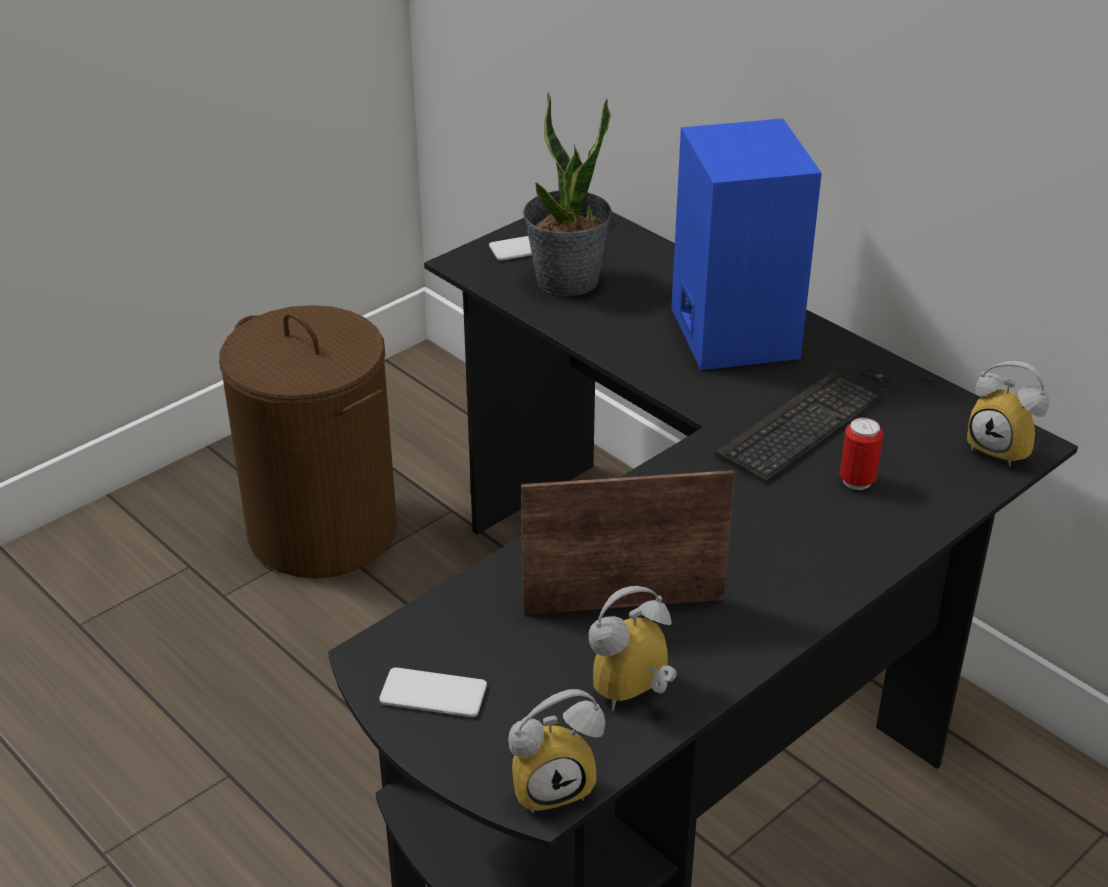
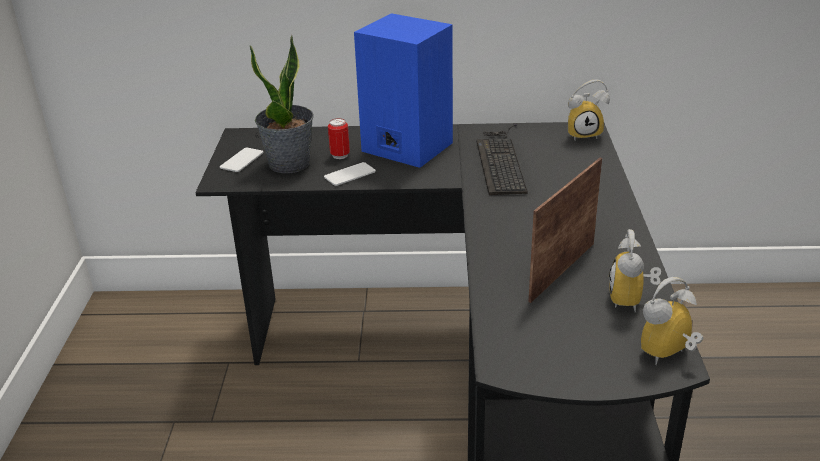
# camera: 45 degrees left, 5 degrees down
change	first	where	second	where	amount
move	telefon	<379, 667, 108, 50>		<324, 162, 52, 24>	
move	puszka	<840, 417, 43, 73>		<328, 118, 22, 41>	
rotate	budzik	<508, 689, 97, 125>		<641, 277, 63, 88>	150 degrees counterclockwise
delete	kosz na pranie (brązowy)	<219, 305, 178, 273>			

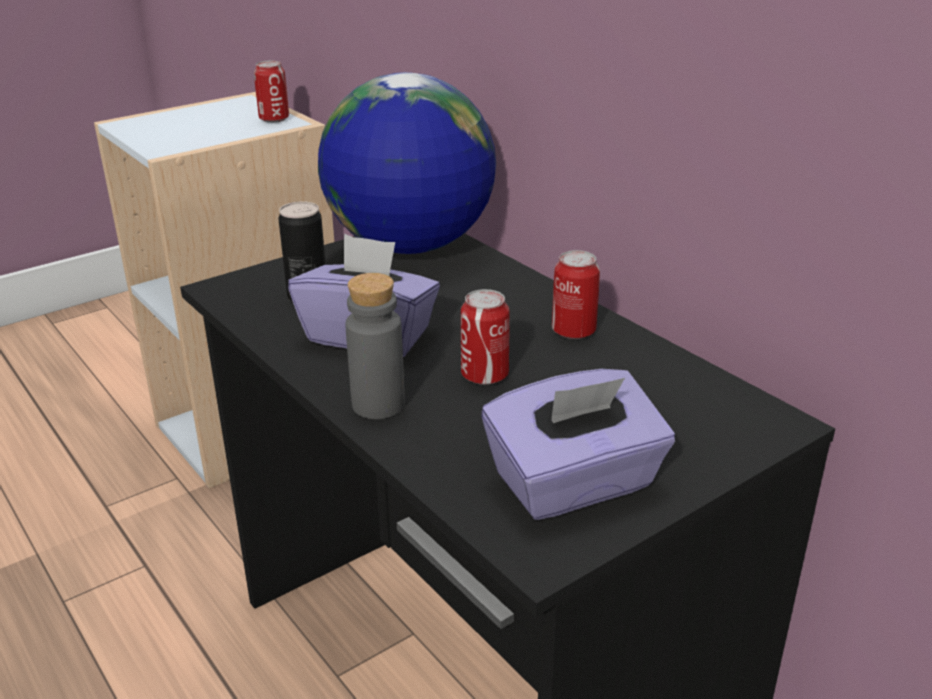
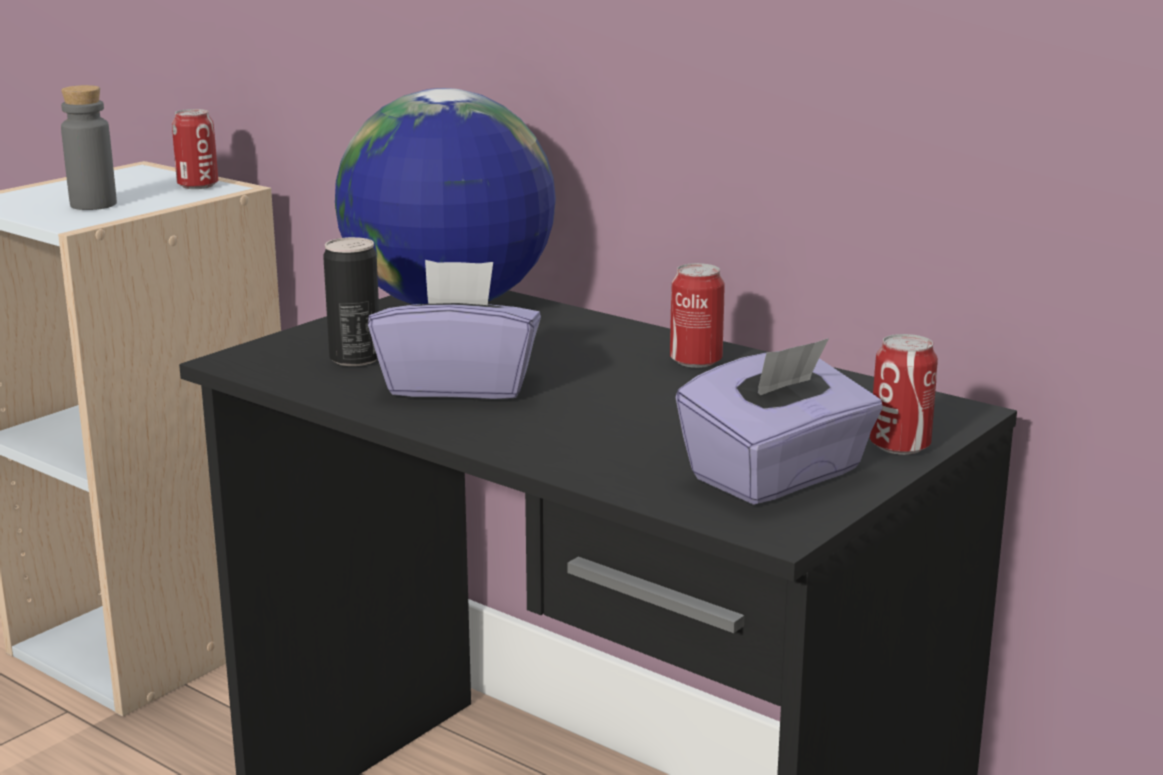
# camera: 15 degrees left, 10 degrees down
change	first	where	second	where	amount
move	butelka (szary)	<345, 273, 60, 146>		<61, 85, 56, 125>	
move	puszka	<461, 289, 49, 96>		<870, 334, 68, 121>	

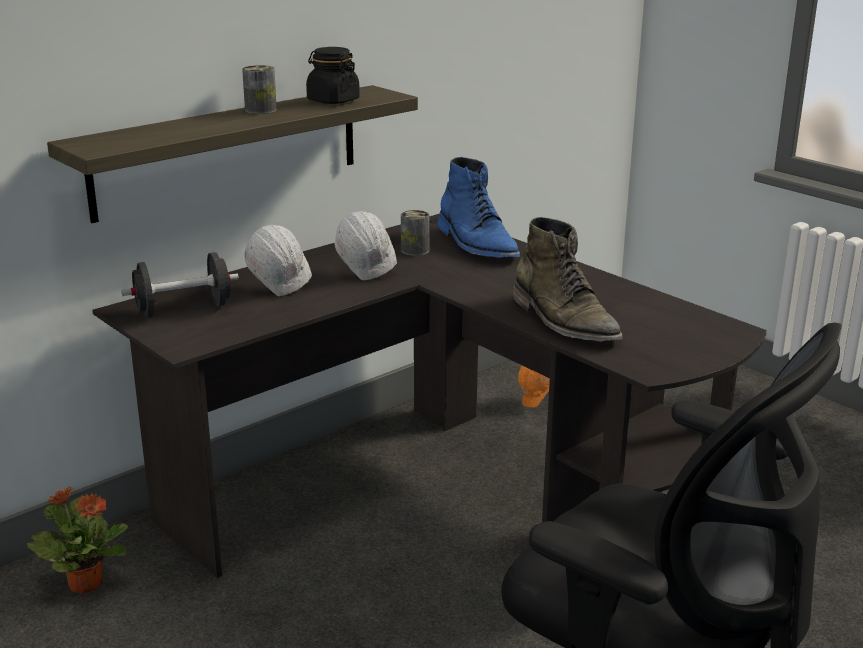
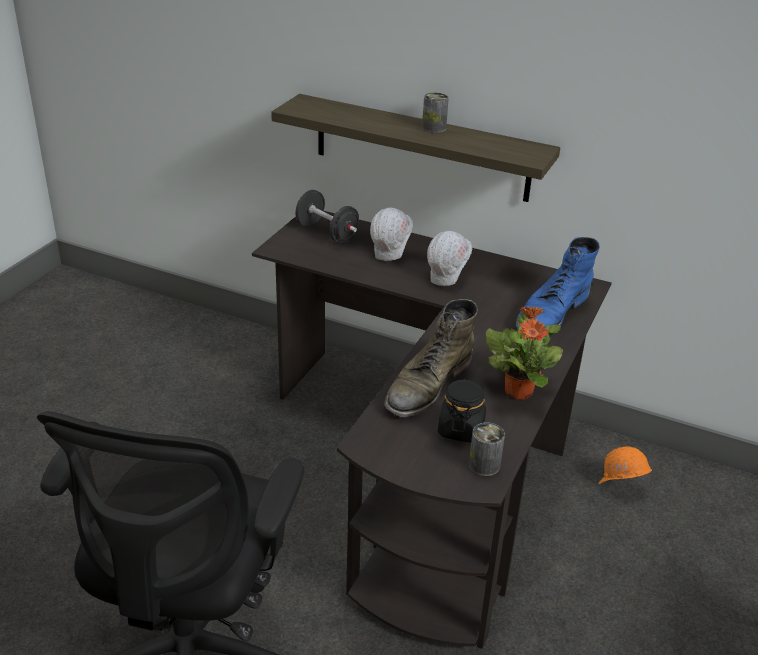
# camera: 65 degrees right, 10 degrees up
change	first	where	second	where	amount
move	słoik (czarny)	<306, 47, 54, 57>		<438, 379, 48, 64>	
move	puszka	<401, 210, 29, 46>		<469, 423, 36, 53>	
move	roślina doniczkowa	<27, 486, 101, 108>		<486, 306, 77, 94>	

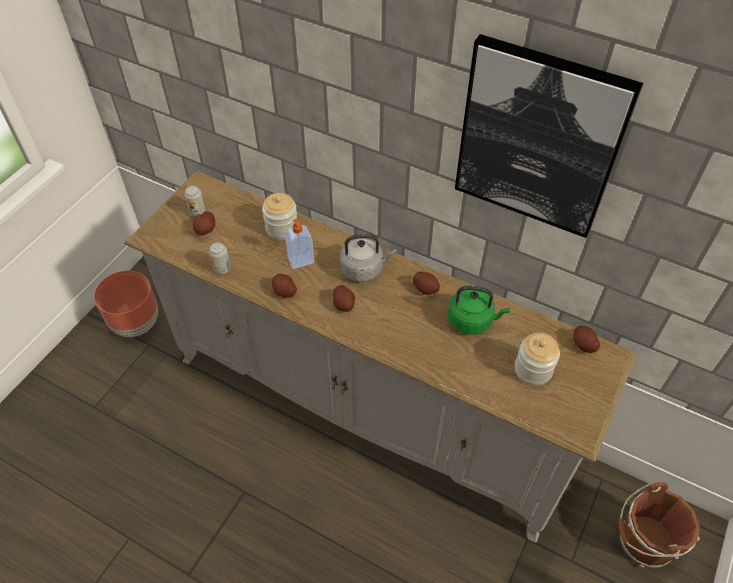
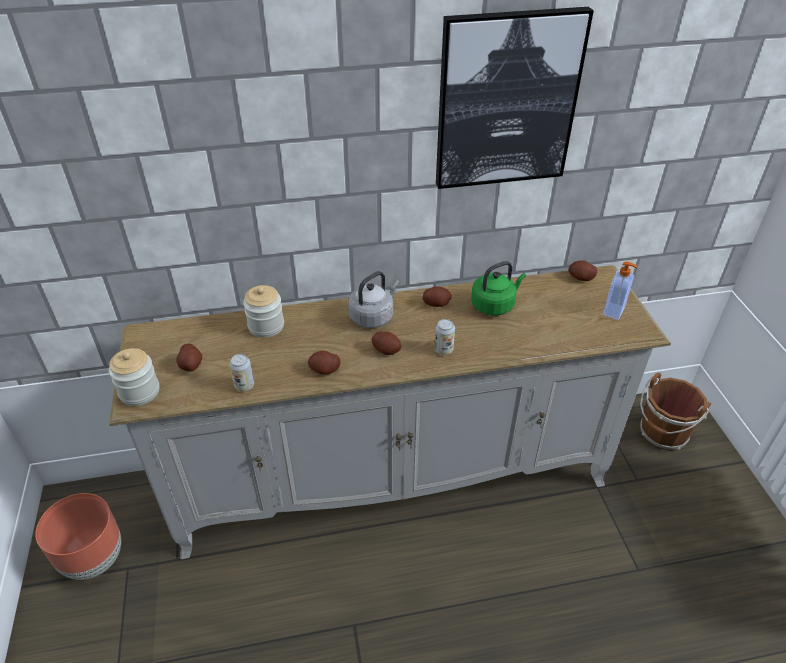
# camera: 40 degrees left, 10 degrees down
change	first	where	second	where	amount
move	słoik	<515, 333, 45, 53>		<109, 348, 50, 58>	
move	puszka	<185, 186, 21, 30>		<435, 319, 20, 36>	
move	dozownik mydła	<285, 218, 29, 51>		<603, 261, 35, 59>	

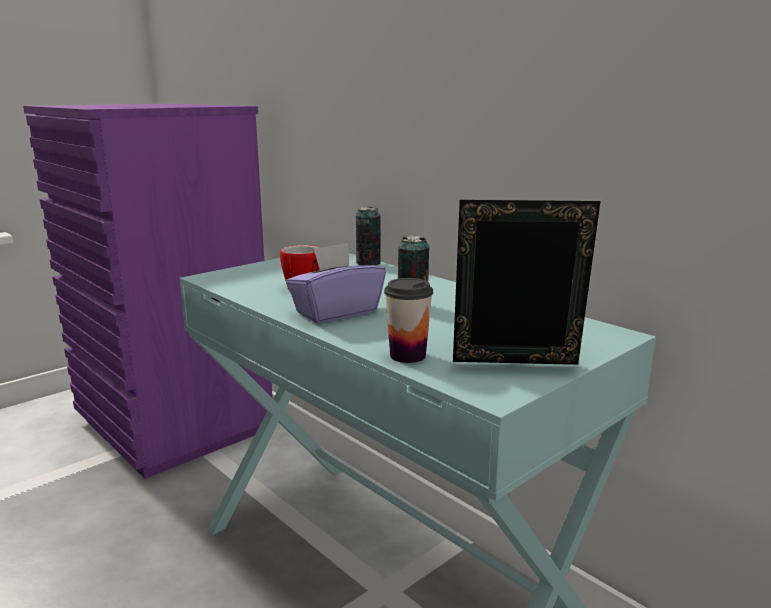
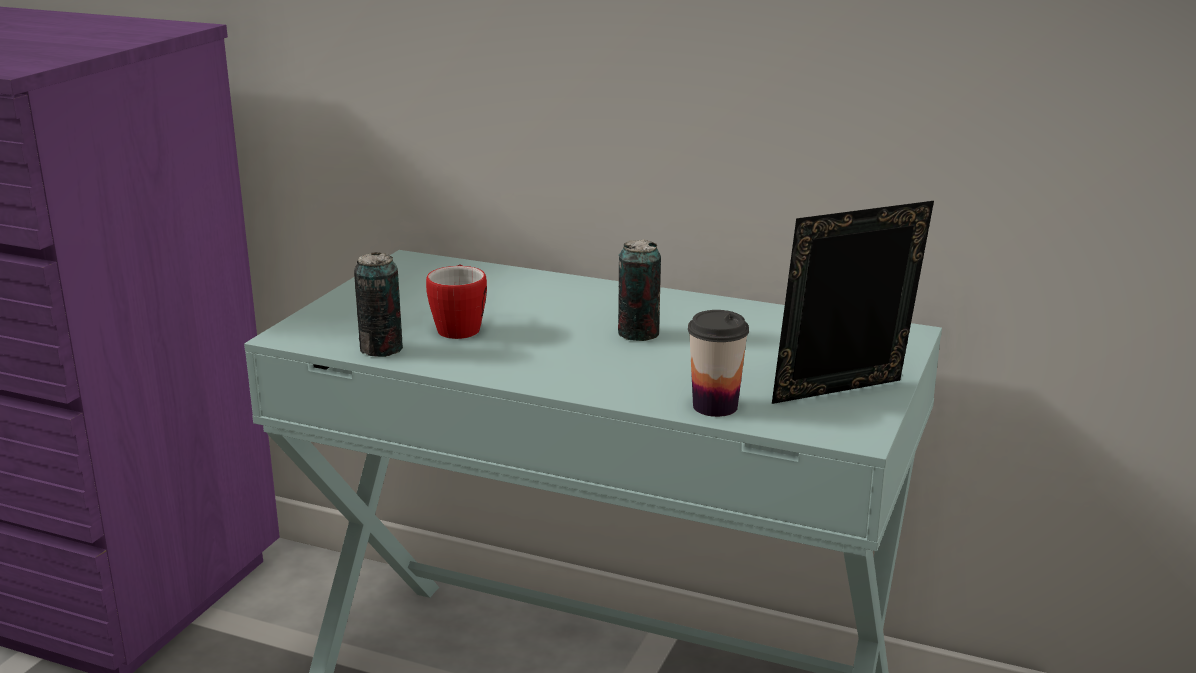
# camera: 25 degrees left, 5 degrees up
change	first	where	second	where	amount
move	puszka	<356, 207, 25, 59>		<354, 252, 49, 105>	
delete	pudełko chusteczek (fioletowy)	<286, 243, 100, 81>			

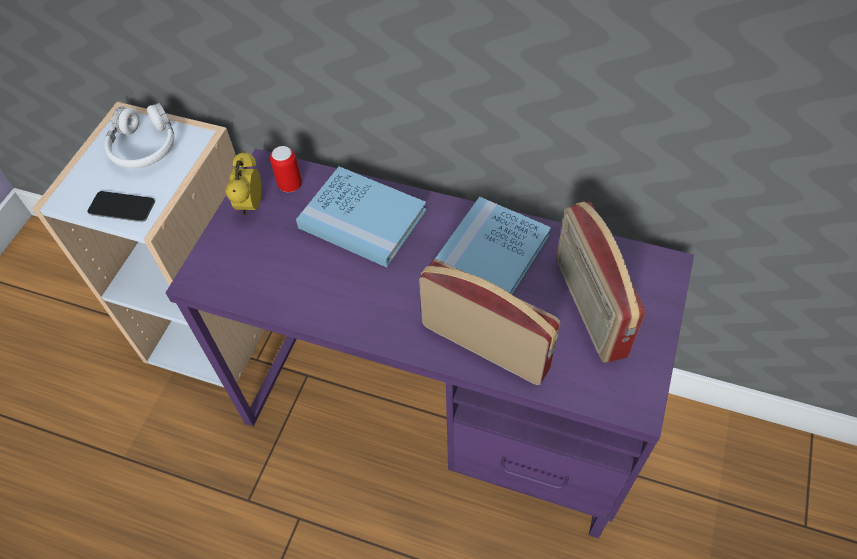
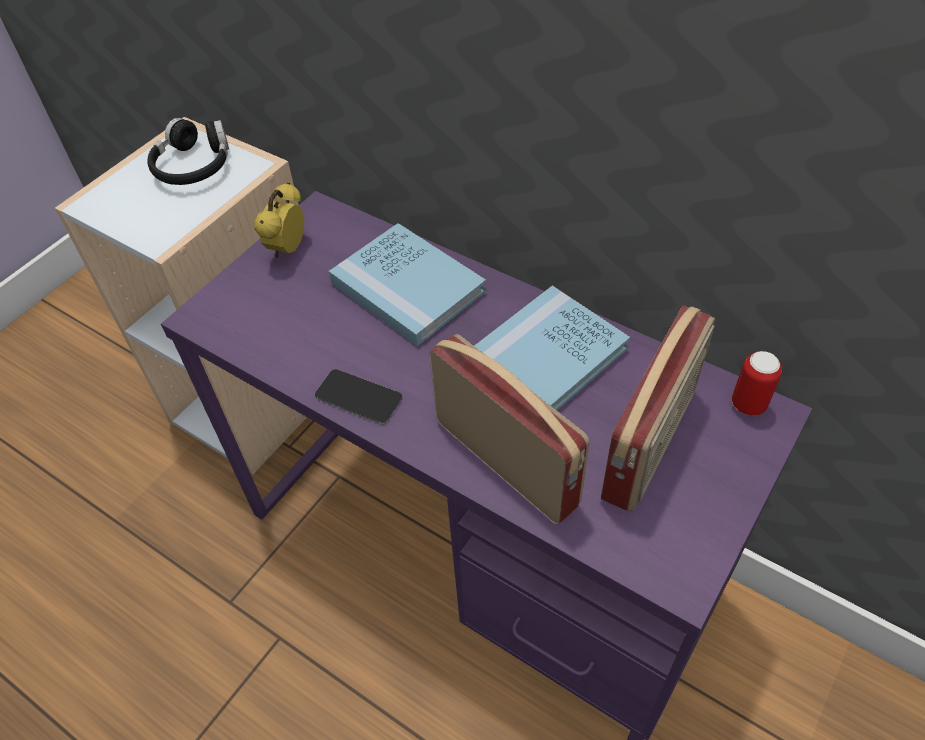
# camera: 15 degrees right, 5 degrees down
change	first	where	second	where	amount
recolor	słuchawki (biały)	<104, 103, 70, 66>	słuchawki (czarny)	<147, 118, 82, 67>	
move	telefon	<87, 191, 68, 31>		<315, 369, 88, 55>	
rotate	radio	<556, 202, 89, 161>		<601, 305, 114, 207>	150 degrees counterclockwise
move	puszka	<270, 146, 32, 46>		<732, 351, 50, 65>	

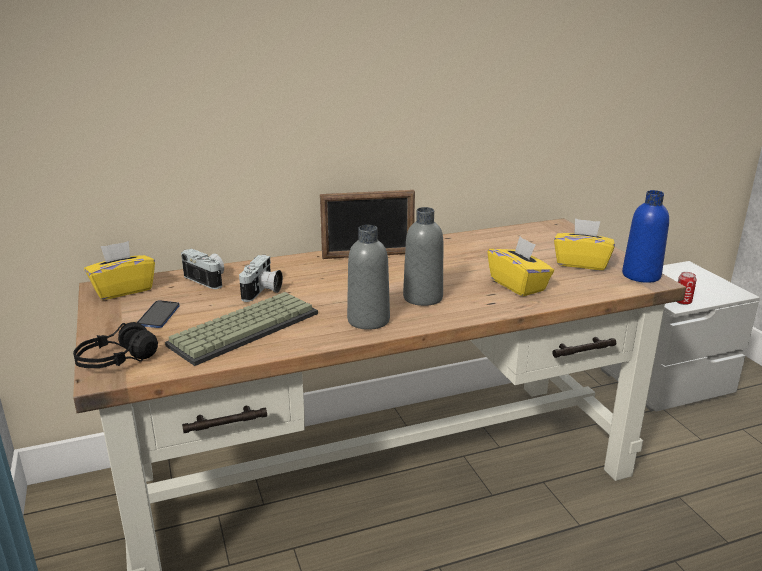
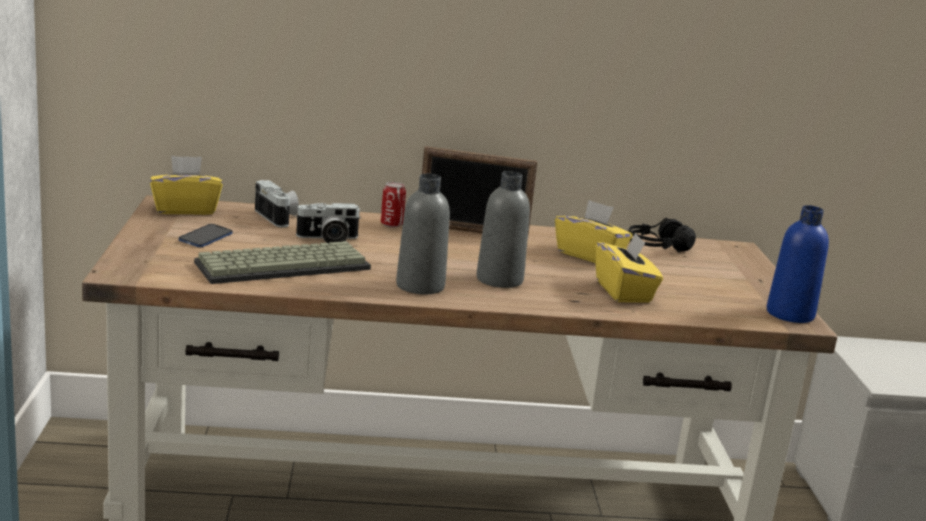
# camera: 15 degrees right, 5 degrees down
change	first	where	second	where	amount
rotate	aparat fotograficzny	<239, 255, 44, 47>		<295, 203, 66, 41>	45 degrees clockwise
move	puszka	<677, 272, 20, 33>		<381, 182, 25, 46>	
move	pudełko chusteczek (żółty)	<554, 218, 61, 52>		<555, 200, 78, 63>	
move	słuchawki (czarny)	<73, 322, 85, 46>		<628, 218, 68, 35>	

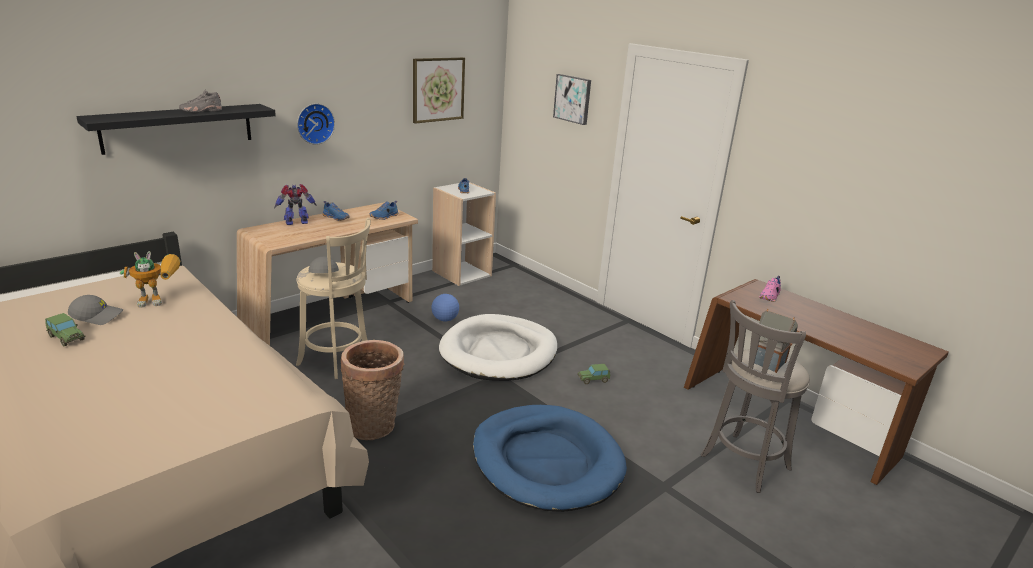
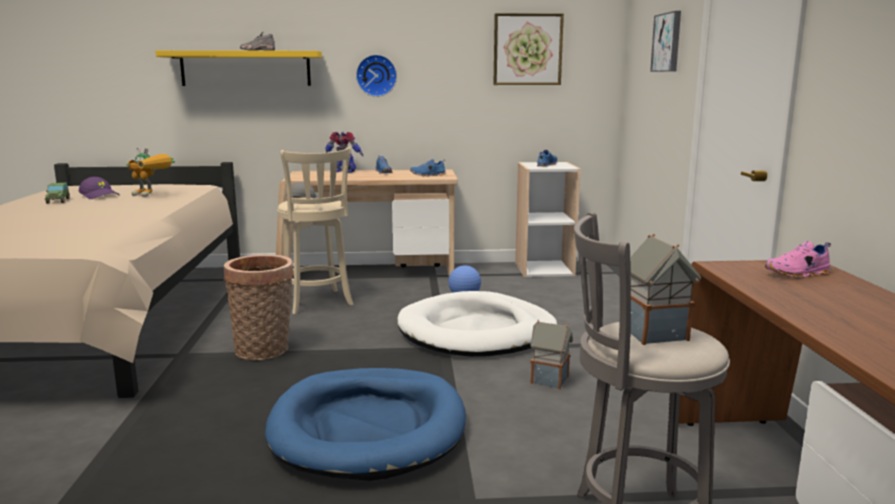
# camera: 40 degrees right, 10 degrees down
change	first	where	second	where	amount
recolor	czapka z daszkiem (szary)	<68, 295, 55, 30>	czapka z daszkiem (fioletowy)	<79, 177, 40, 22>	
recolor	półka (czarny)	<76, 104, 200, 51>	półka (żółty)	<155, 50, 167, 36>	
replace	samochodzik	<577, 364, 33, 20>	domek	<530, 320, 43, 69>	

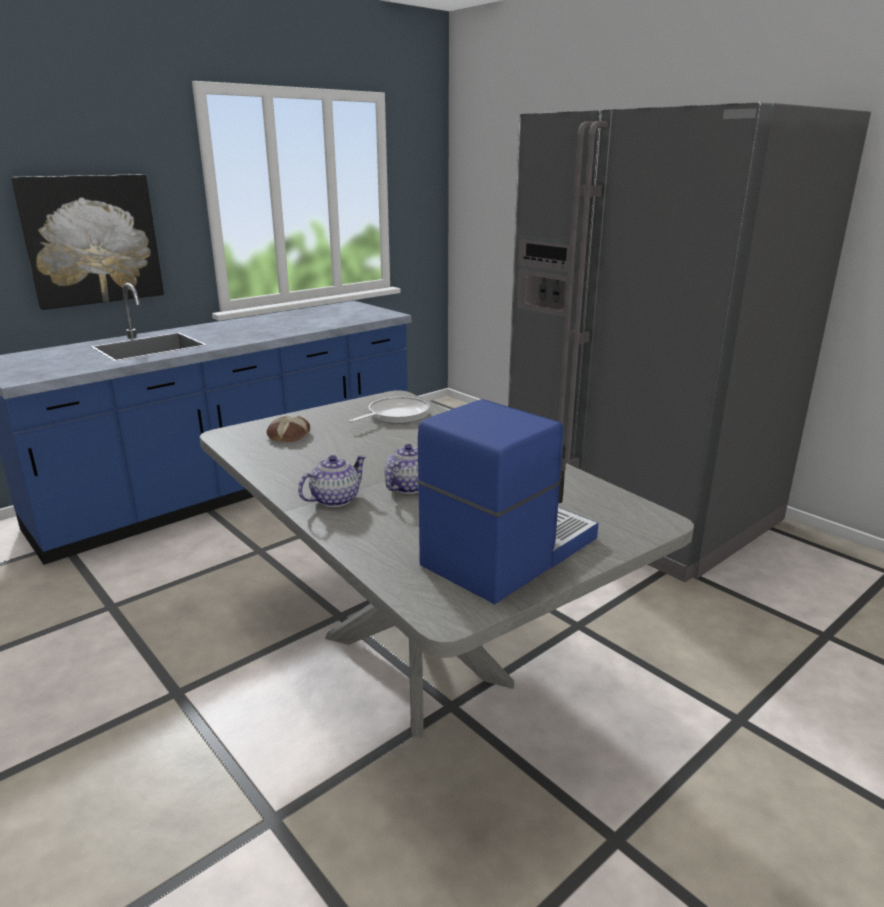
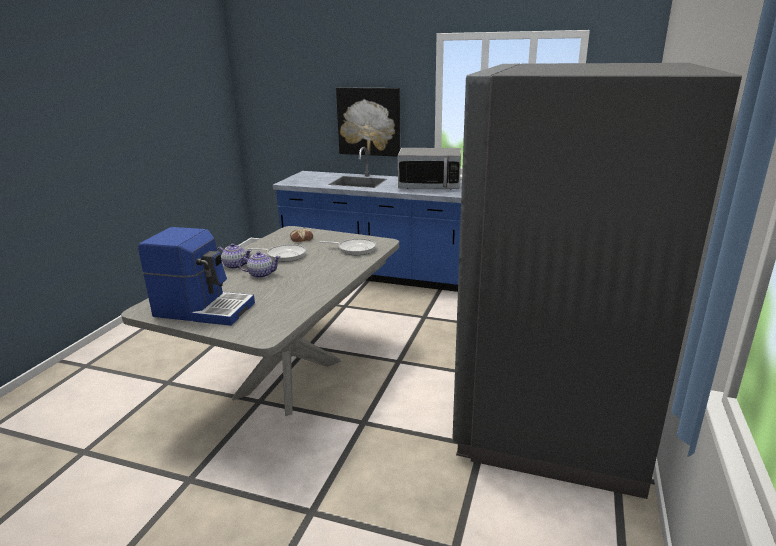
# camera: 60 degrees right, 0 degrees up
change	first	where	second	where	amount
insert			patelnia	<248, 244, 58, 18>	
insert			mikrofalówka	<398, 148, 63, 41>	

